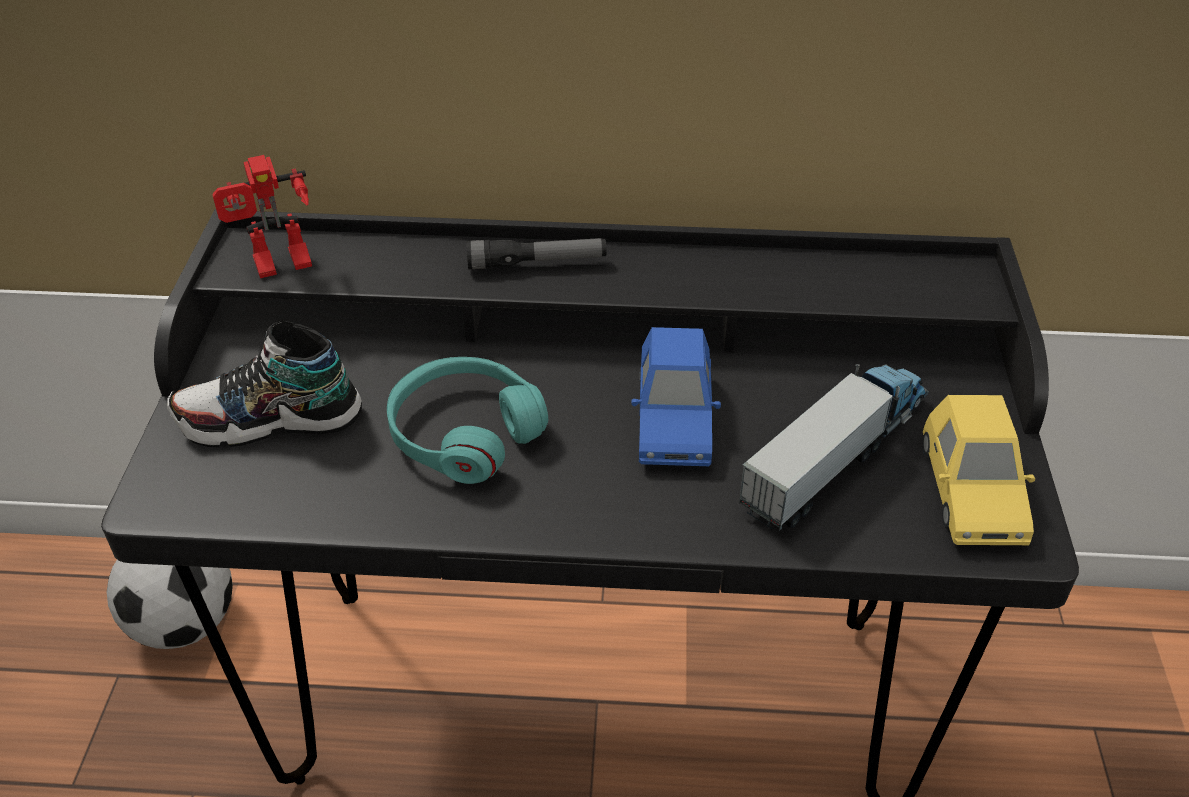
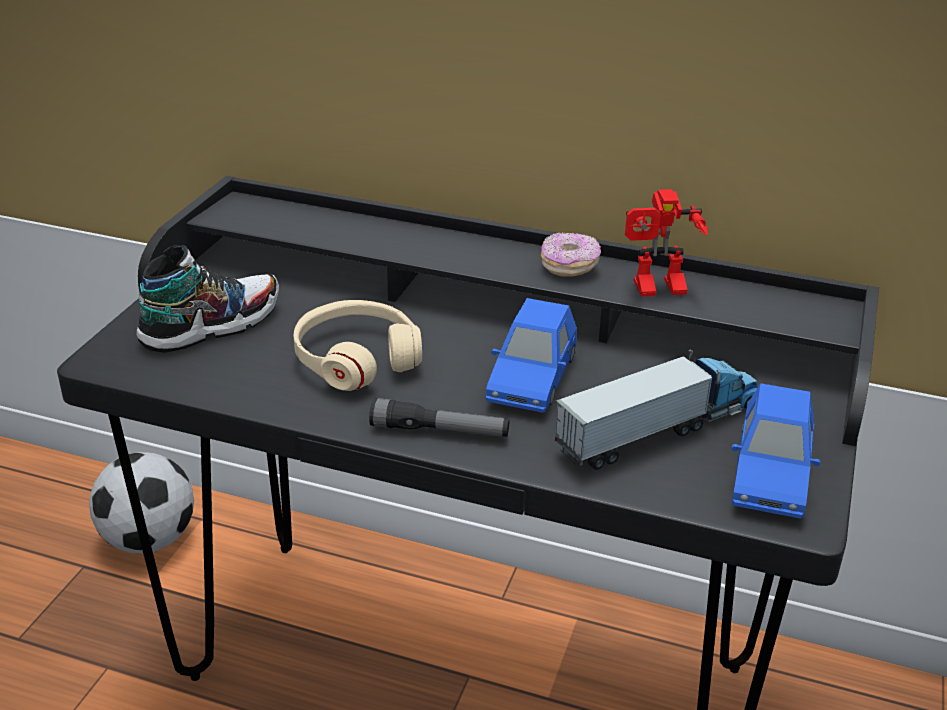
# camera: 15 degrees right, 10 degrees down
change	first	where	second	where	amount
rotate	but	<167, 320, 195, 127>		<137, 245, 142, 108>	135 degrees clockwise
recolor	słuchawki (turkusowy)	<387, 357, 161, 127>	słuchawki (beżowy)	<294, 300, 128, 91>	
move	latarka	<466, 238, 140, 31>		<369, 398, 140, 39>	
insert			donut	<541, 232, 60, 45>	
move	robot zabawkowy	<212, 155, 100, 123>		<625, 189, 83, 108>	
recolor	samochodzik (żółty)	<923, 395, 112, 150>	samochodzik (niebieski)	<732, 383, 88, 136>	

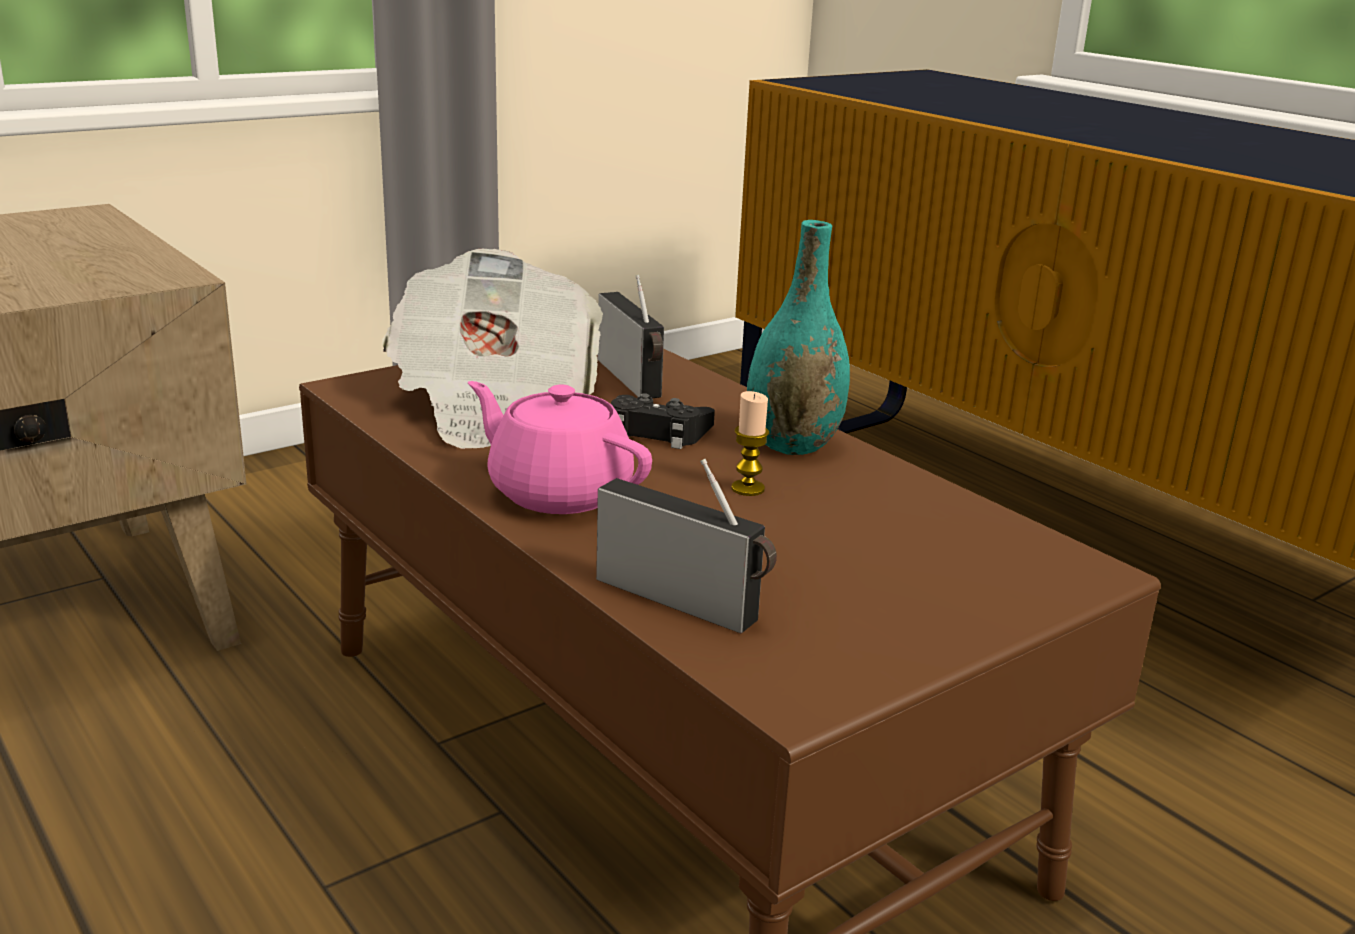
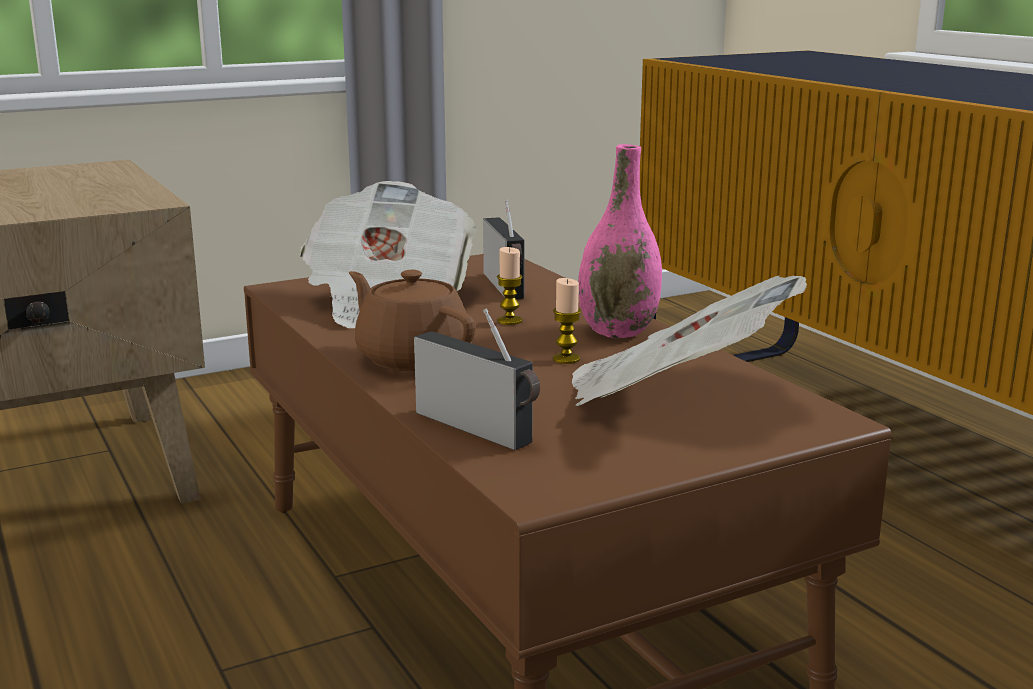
# camera: 10 degrees right, 5 degrees down
change	first	where	second	where	amount
recolor	imbryk (różowy)	<468, 381, 184, 133>	imbryk (brązowy)	<348, 270, 128, 101>	
replace	pad do gier (czarny)	<611, 393, 104, 56>	świeca	<497, 247, 25, 78>	
insert			gazeta	<572, 276, 235, 130>	
recolor	wazon (turkusowy)	<747, 220, 103, 235>	wazon (różowy)	<578, 144, 84, 194>	

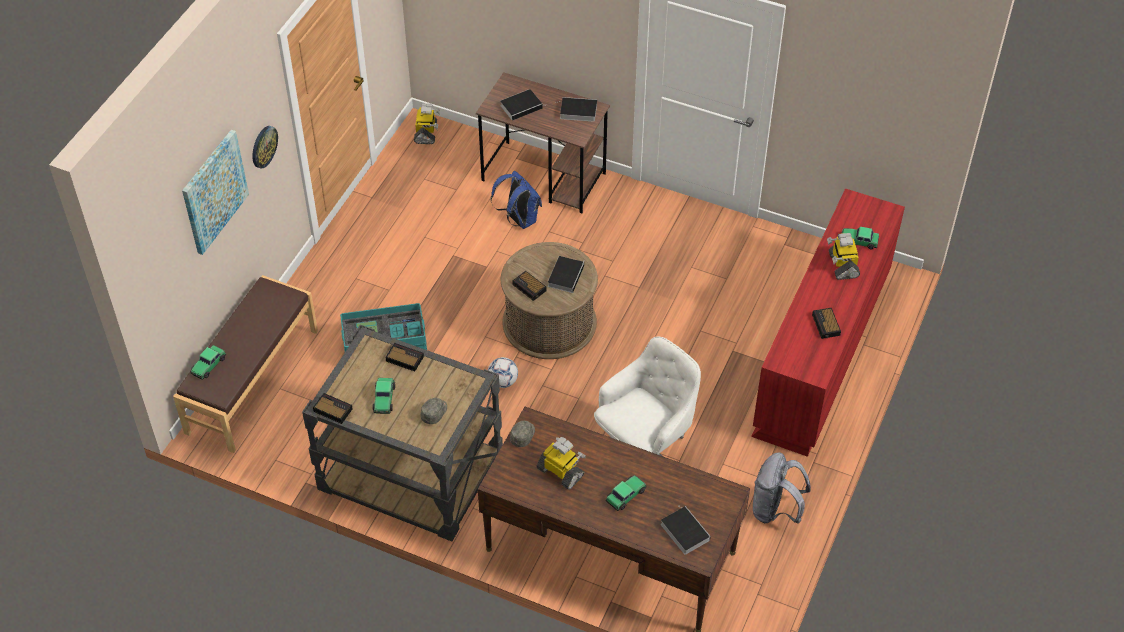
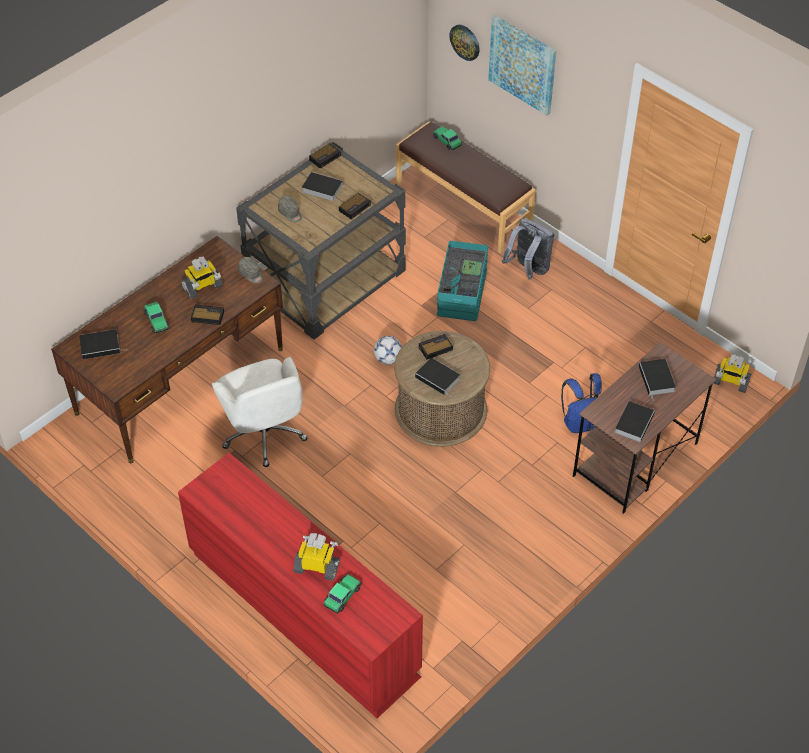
# camera: 110 degrees right, 0 degrees up
change	first	where	second	where	amount
move	budzik	<812, 308, 29, 31>		<191, 304, 33, 21>	
replace	samochodzik	<372, 378, 23, 36>	książka	<302, 172, 41, 29>	
move	zegar ścienny	<252, 126, 26, 43>		<449, 25, 31, 36>	
move	plecak (szary)	<753, 452, 58, 72>		<502, 219, 52, 61>	

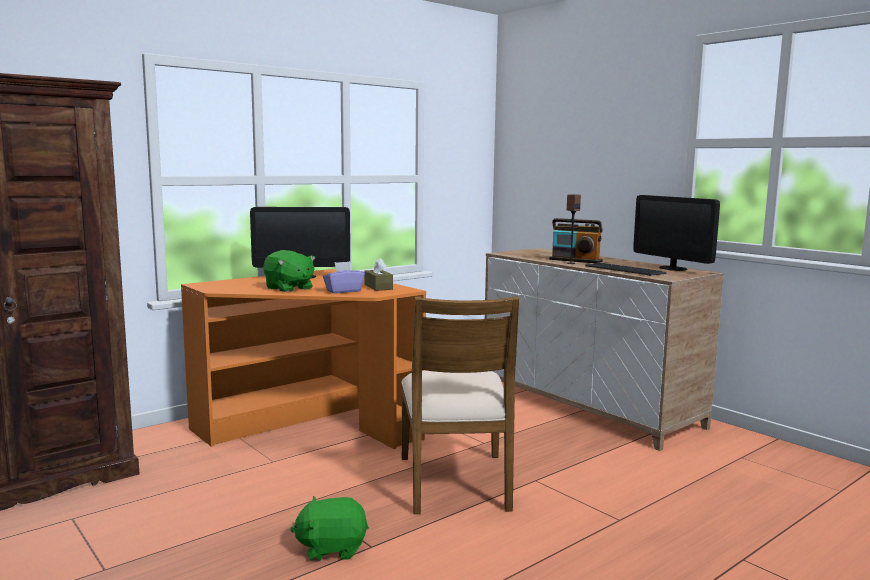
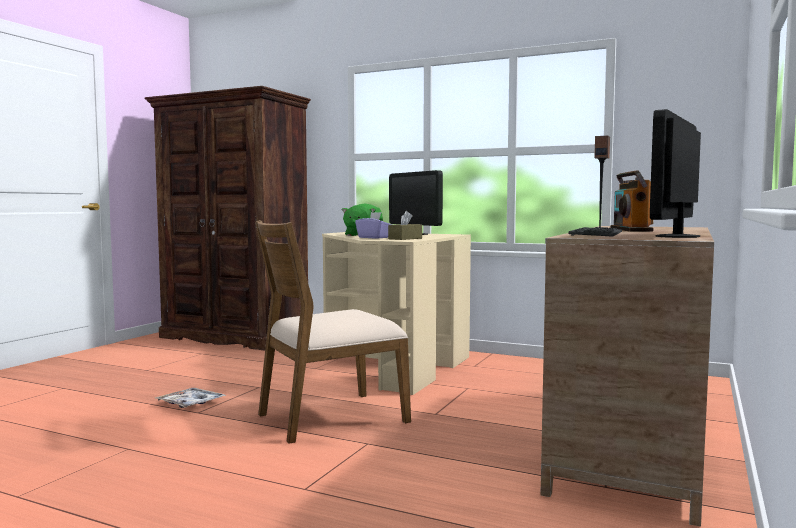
# camera: 65 degrees right, 5 degrees down
change	first	where	second	where	amount
replace	pluszak (zielony)	<290, 496, 79, 65>	taca	<155, 388, 71, 20>	
recolor	biurko (pomarańczowy)	<181, 269, 245, 180>	biurko (beżowy)	<322, 232, 149, 163>	

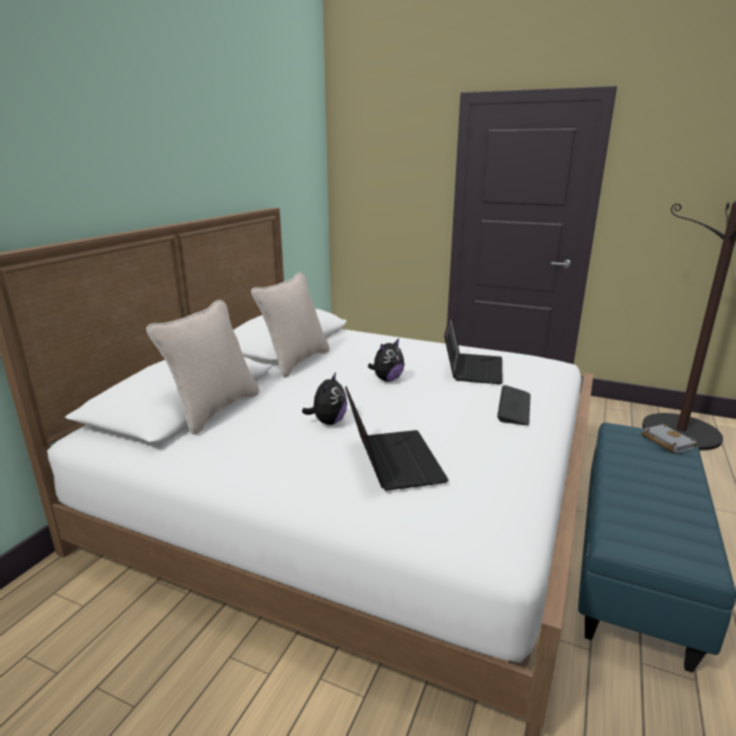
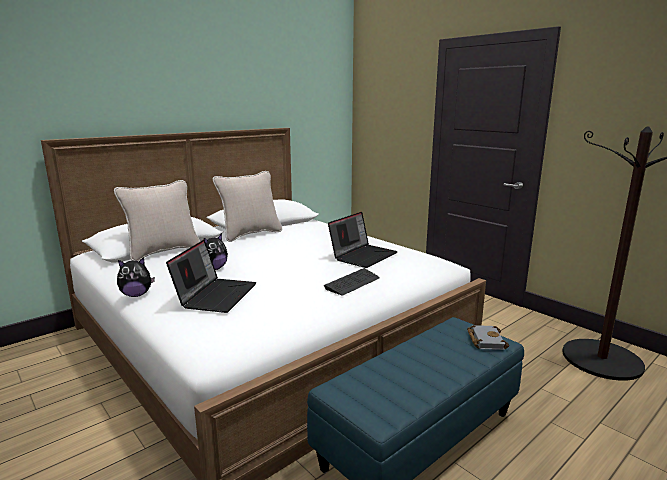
# camera: 25 degrees right, 5 degrees down
change	first	where	second	where	amount
move	pluszak	<368, 339, 36, 43>		<117, 258, 38, 39>	

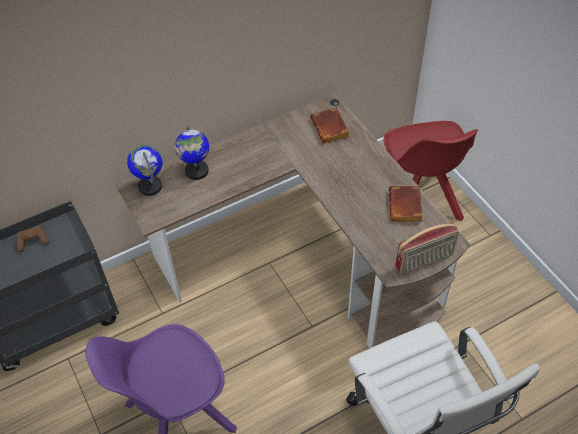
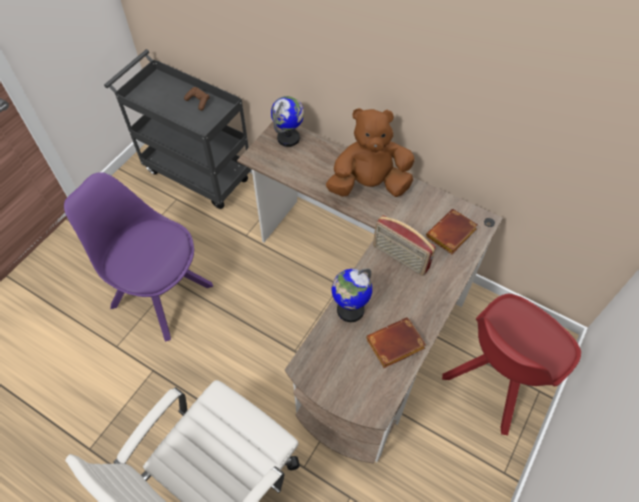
# camera: 60 degrees right, 5 degrees up
change	first	where	second	where	amount
insert			pluszak (brązowy)	<326, 108, 89, 89>	
move	globus	<175, 125, 34, 55>		<332, 268, 40, 54>	
move	radio	<395, 223, 64, 52>		<373, 215, 63, 61>	

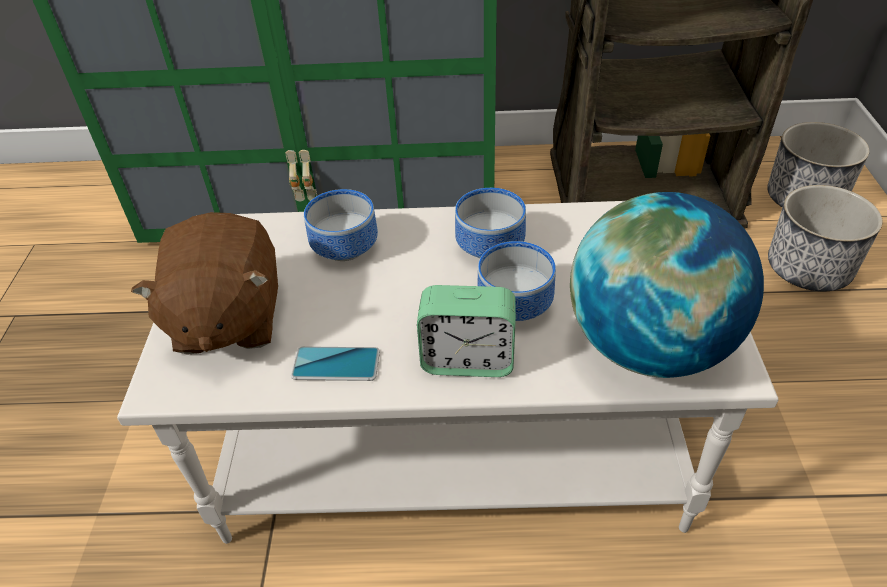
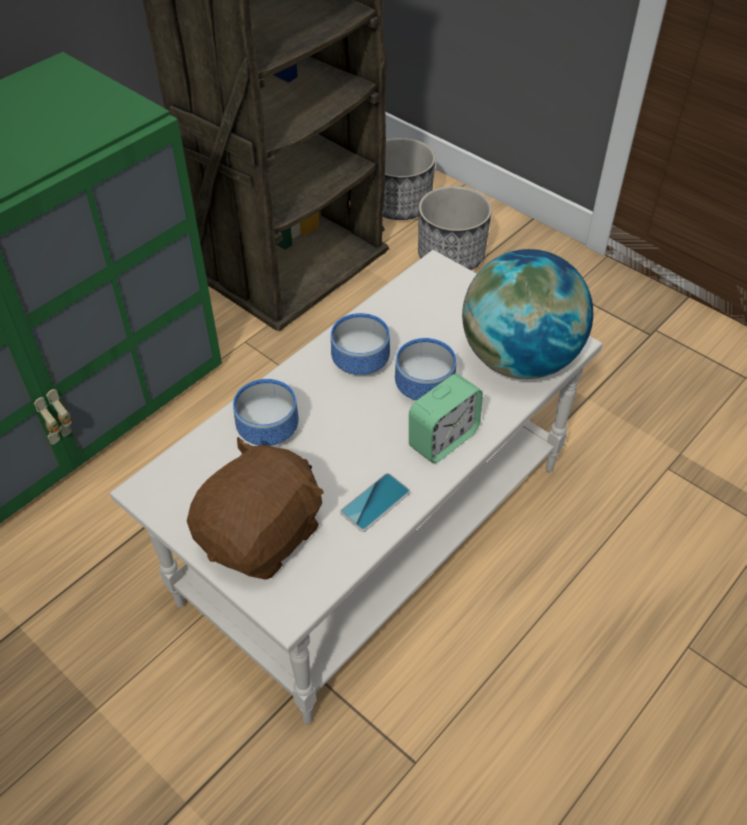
# camera: 50 degrees left, 5 degrees up
change	first	where	second	where	amount
rotate	pluszak (brązowy)	<131, 212, 147, 143>		<187, 437, 137, 143>	90 degrees counterclockwise

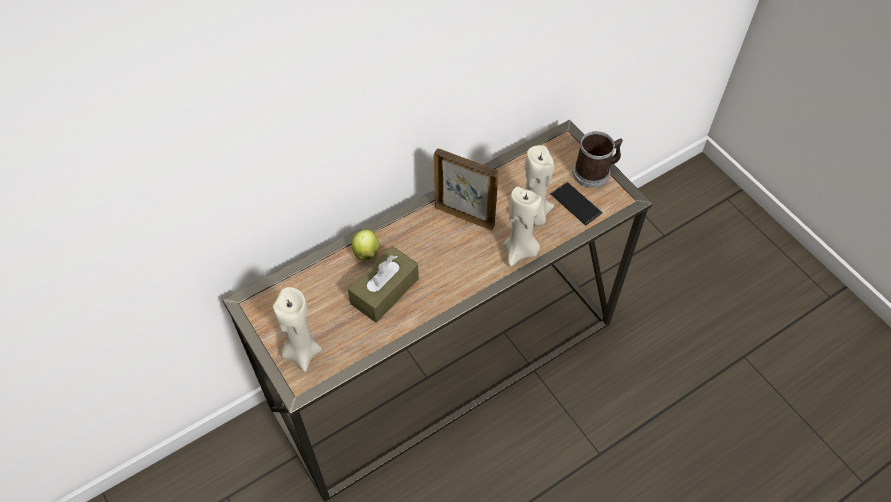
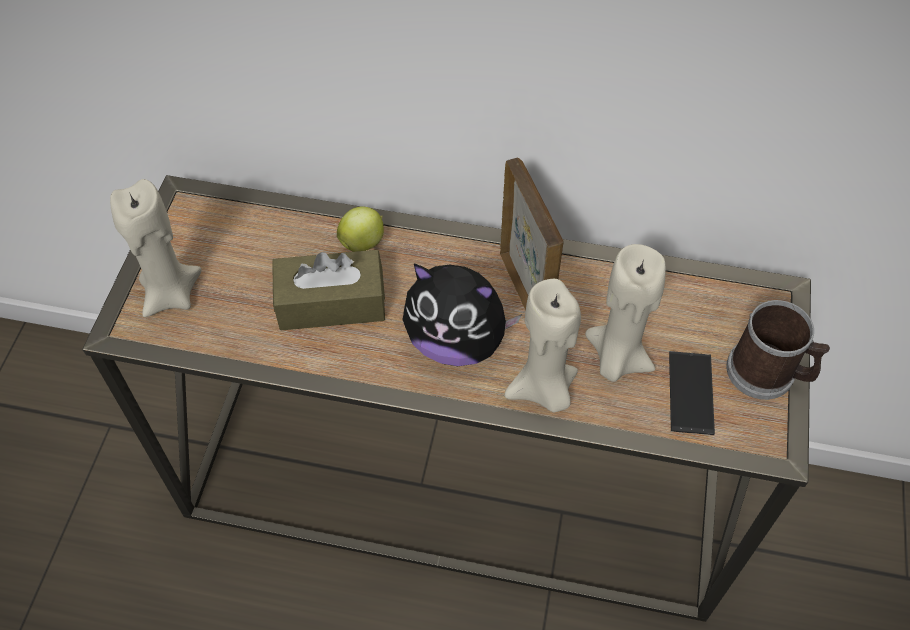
# camera: 45 degrees right, 0 degrees up
change	first	where	second	where	amount
insert			pluszak	<403, 264, 119, 102>	

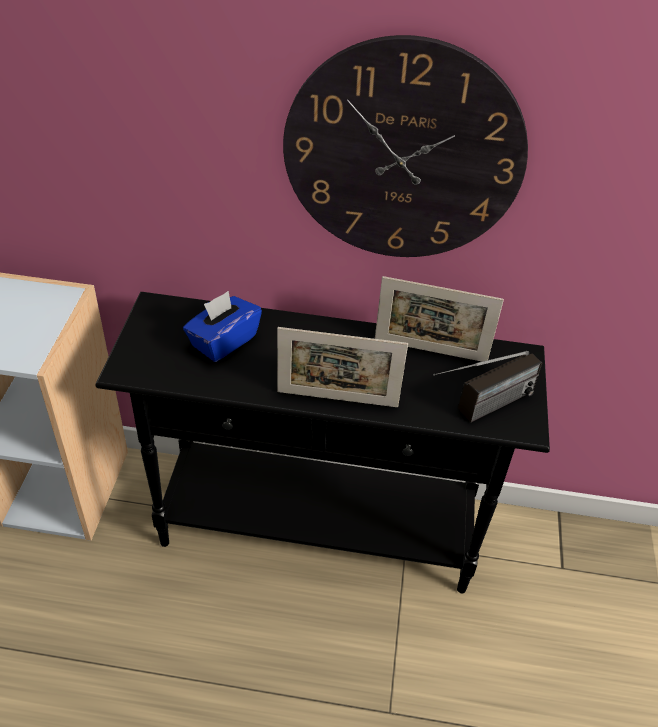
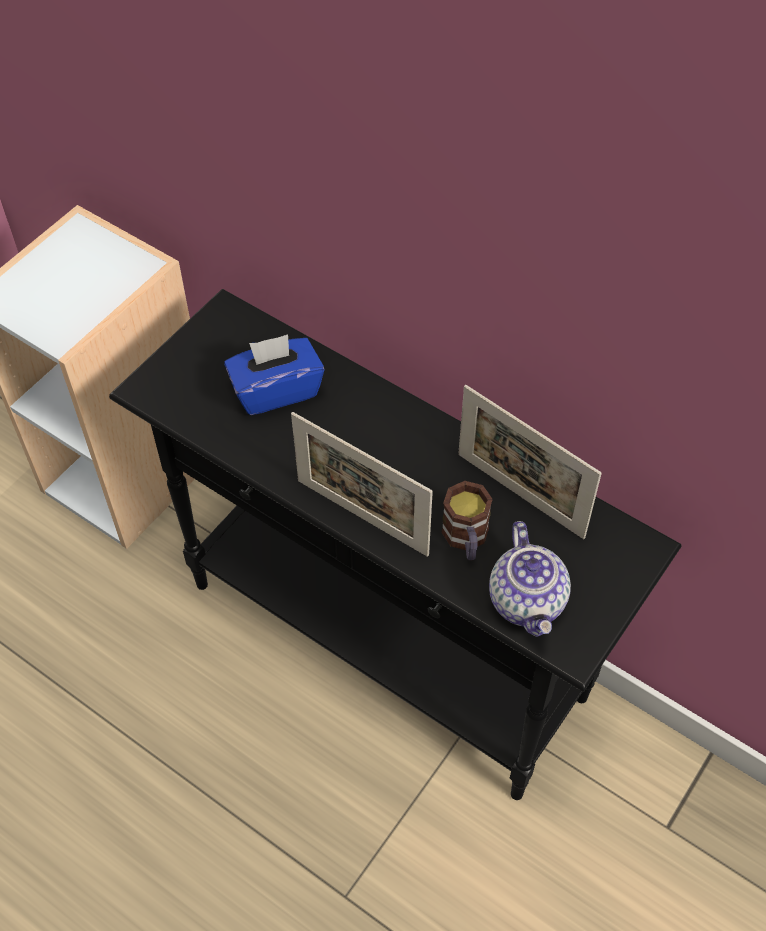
# camera: 30 degrees right, 10 degrees up
change	first	where	second	where	amount
insert			kubek	<441, 481, 52, 80>	
replace	radio	<433, 351, 109, 71>	imbryk	<489, 521, 82, 116>	
delete	zegar ścienny	<283, 35, 245, 222>			

